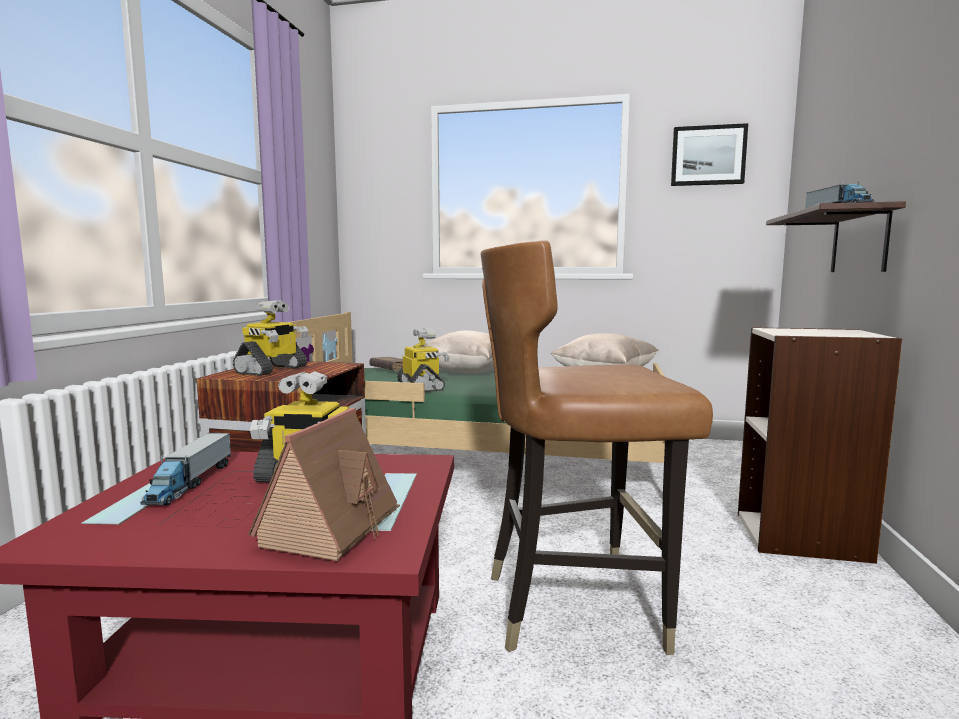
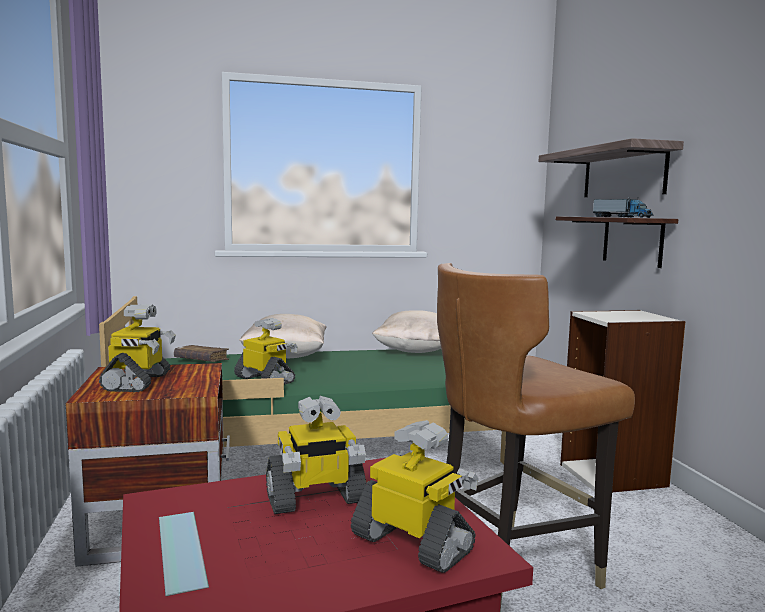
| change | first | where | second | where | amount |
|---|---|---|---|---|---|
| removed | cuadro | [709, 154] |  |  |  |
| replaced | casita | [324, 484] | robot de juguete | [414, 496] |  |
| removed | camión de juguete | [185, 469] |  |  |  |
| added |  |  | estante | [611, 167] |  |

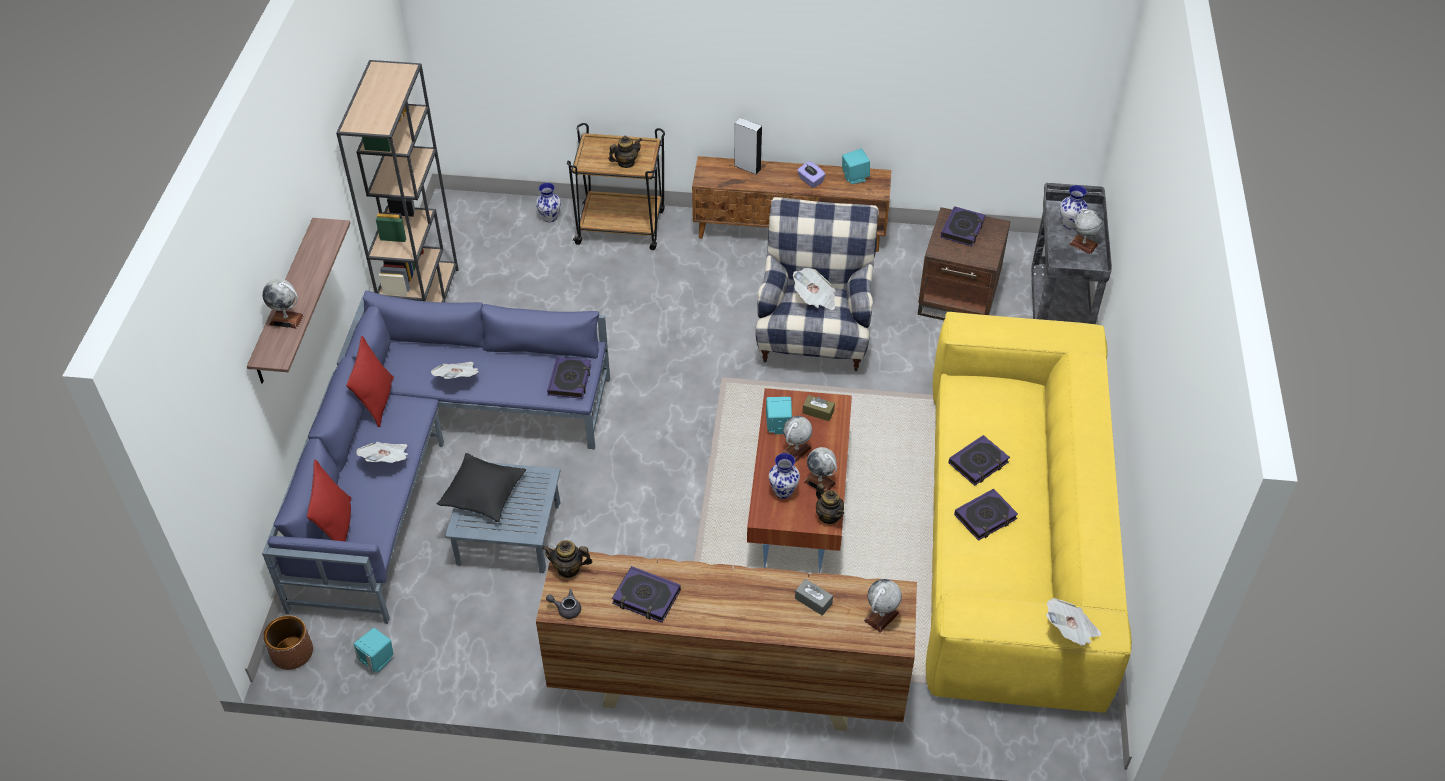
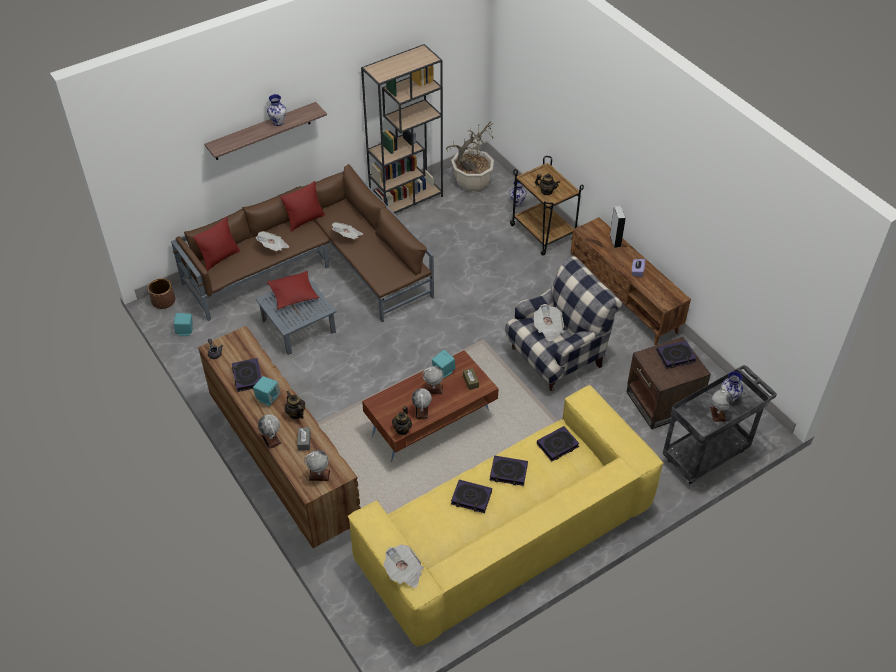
| change | first | where | second | where | amount |
|---|---|---|---|---|---|
| moved | altavoz/turquesa | [856, 166] |  | [267, 391] |  |
| moved | globo terráqueo | [283, 304] |  | [270, 431] |  |
| recoloured | sofá/azul | [436, 457] | sofá/marrón | [302, 259] |  |
| moved | libro | [569, 378] |  | [558, 443] |  |
| recoloured | cojín/negro | [481, 487] | cojín/rojo | [293, 290] |  |
| moved | florero | [784, 476] |  | [276, 110] |  |
| moved | tetera | [567, 559] |  | [295, 405] |  |
| added |  |  | planta en maceta | [471, 156] |  |

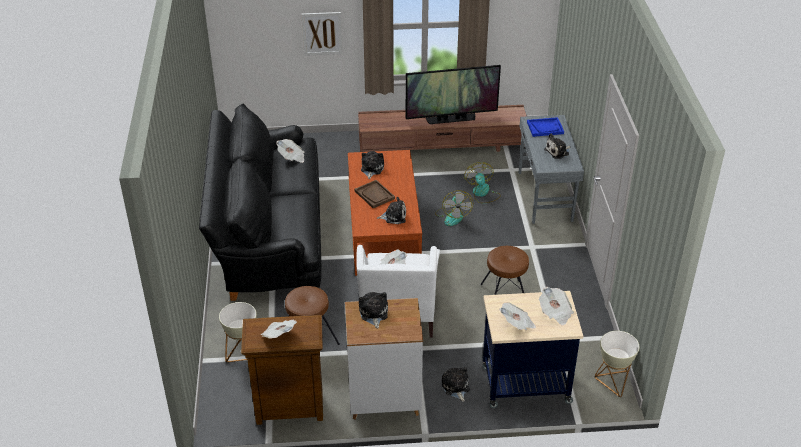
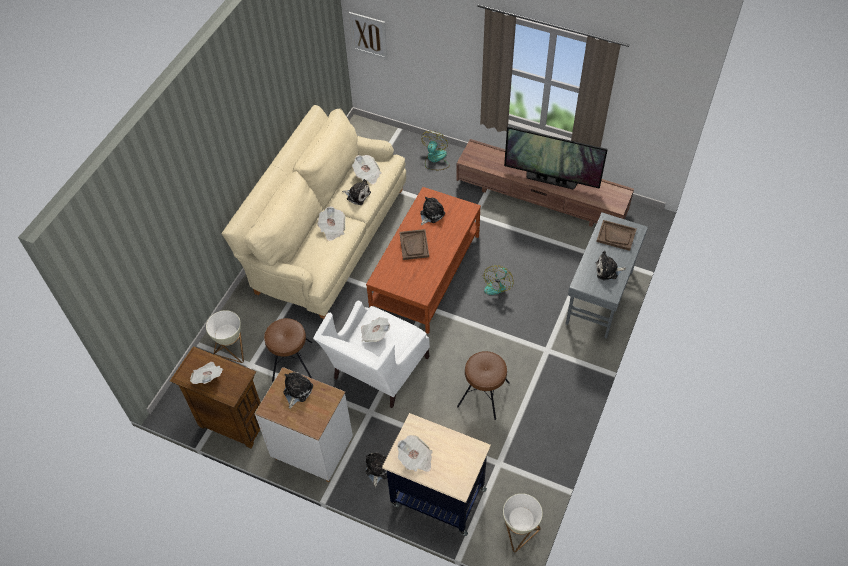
| change | first | where | second | where | amount |
|---|---|---|---|---|---|
| moved | cuadro | [321, 34] |  | [368, 36] |  |
| recoloured | sofá/negro | [260, 202] | sofá/beis | [313, 212] |  |
| recoloured | bandeja/azul | [545, 127] | bandeja/marrón | [616, 235] |  |
| moved | ventilador | [482, 182] |  | [435, 150] |  |
| moved | peluche | [391, 210] |  | [356, 192] |  |
| moved | periódico | [556, 306] |  | [332, 224] |  |

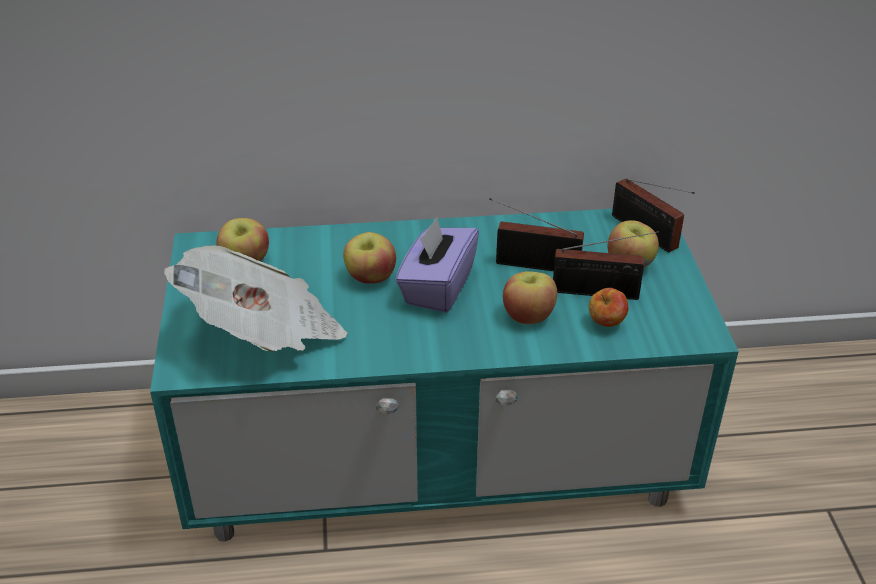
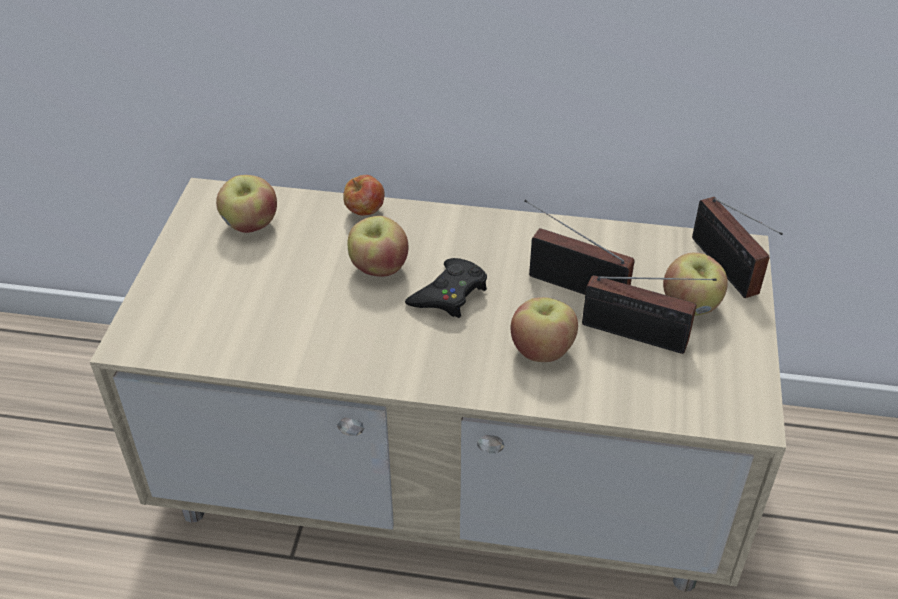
| change | first | where | second | where | amount |
|---|---|---|---|---|---|
| recoloured | mueble de televisión/turquesa | [444, 375] | mueble de televisión/beis | [438, 385] |  |
| replaced | caja de pañuelos/morado | [437, 265] | mando de consola/negro | [446, 288] |  |
| removed | periódico | [256, 298] |  |  |  |
| moved | manzana | [609, 307] |  | [363, 195] |  |

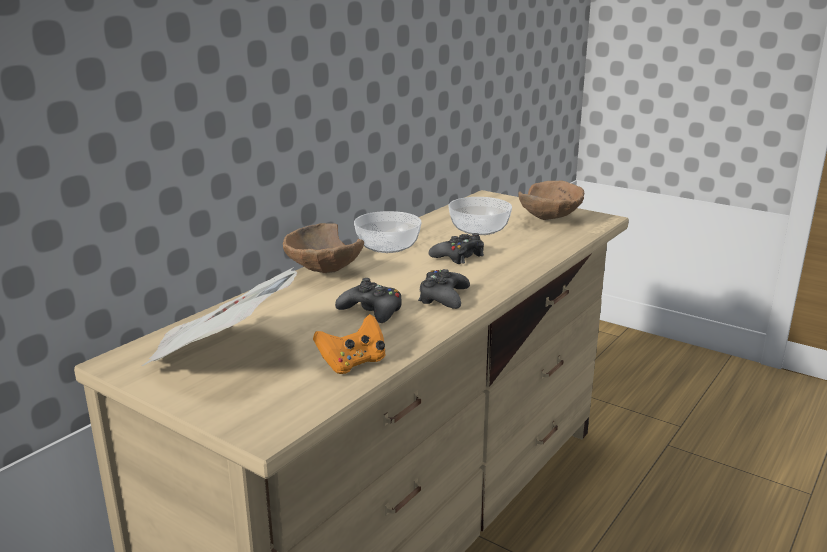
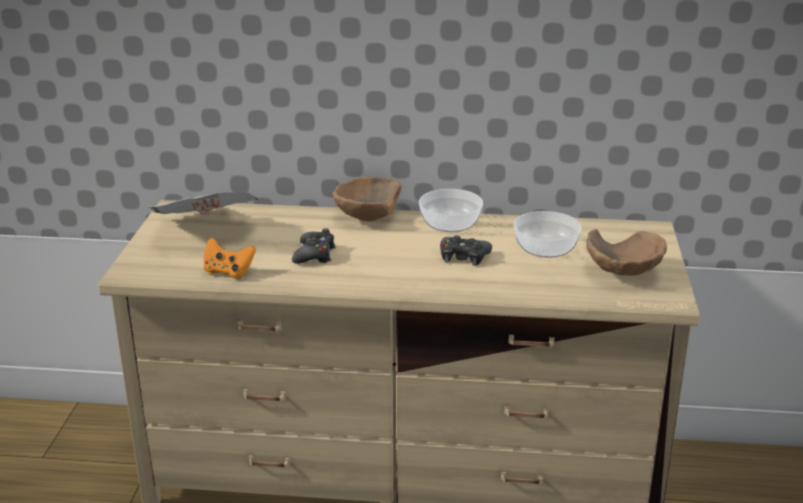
| change | first | where | second | where | amount |
|---|---|---|---|---|---|
| removed | mando de consola/negro | [444, 289] |  |  |  |

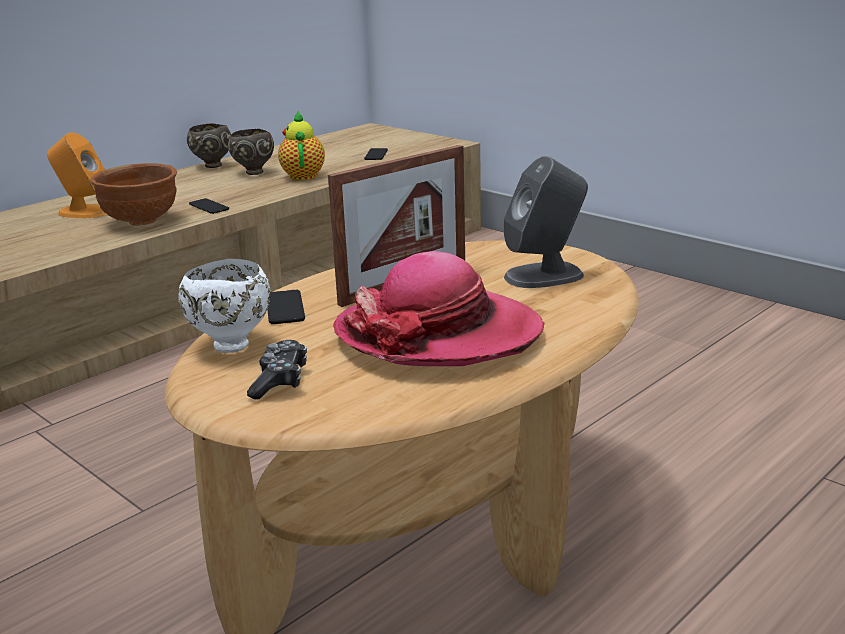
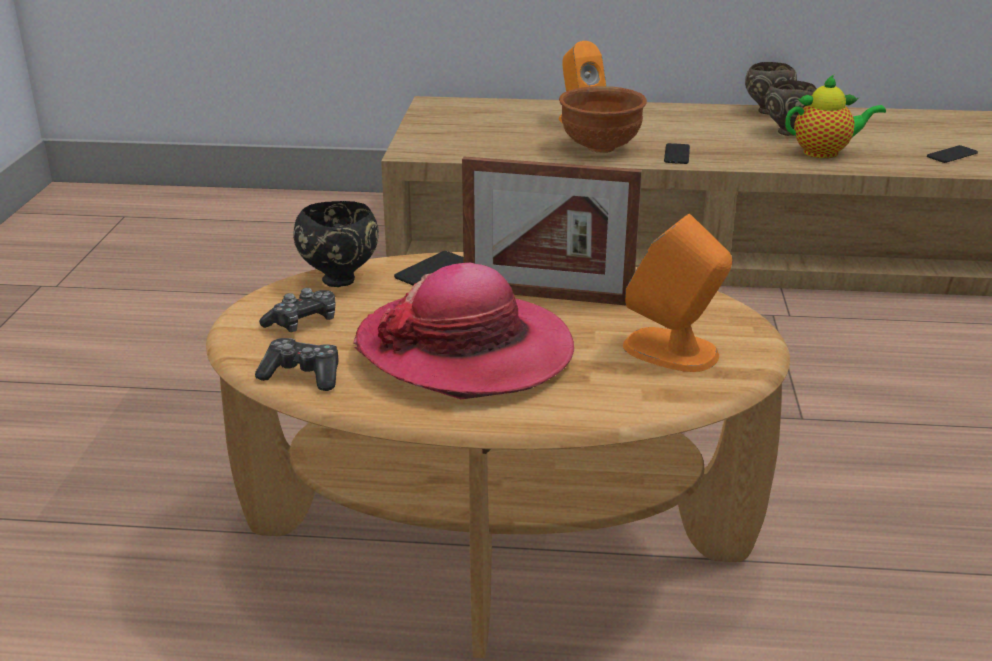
| change | first | where | second | where | amount |
|---|---|---|---|---|---|
| turned | tetera | [301, 146] |  | [835, 116] | 45 degrees clockwise |
| recoloured | altavoz/gris | [546, 222] | altavoz/naranja | [677, 293] |  |
| recoloured | cuenco/blanco | [224, 306] | cuenco/negro | [336, 244] |  |
| added |  |  | mando de consola | [297, 364] |  |

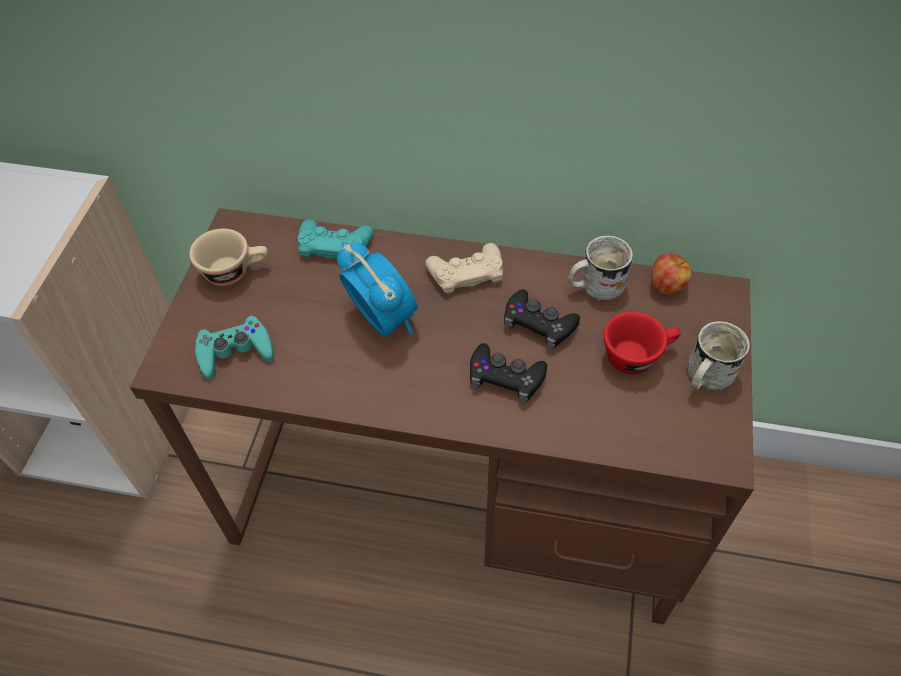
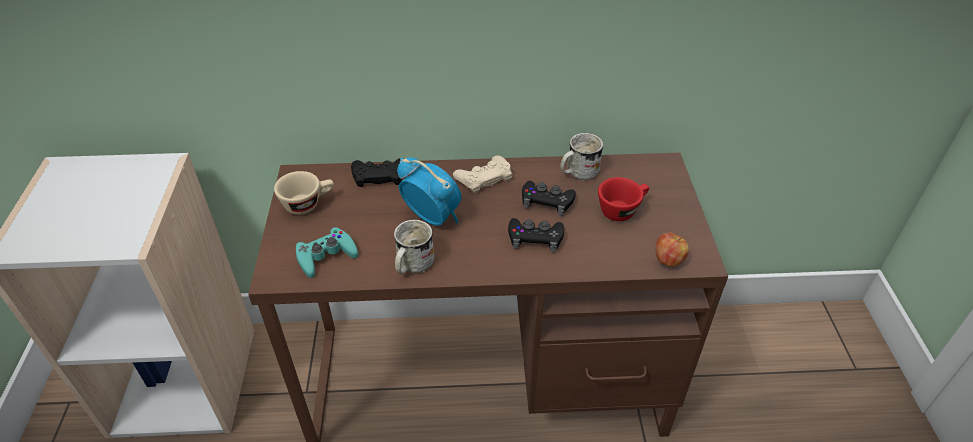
| change | first | where | second | where | amount |
|---|---|---|---|---|---|
| recoloured | mando de consola/turquesa | [335, 239] | mando de consola/negro | [377, 172] |  |
| moved | manzana | [671, 274] |  | [672, 249] |  |
| moved | taza grande/blanco | [719, 356] |  | [414, 246] |  |

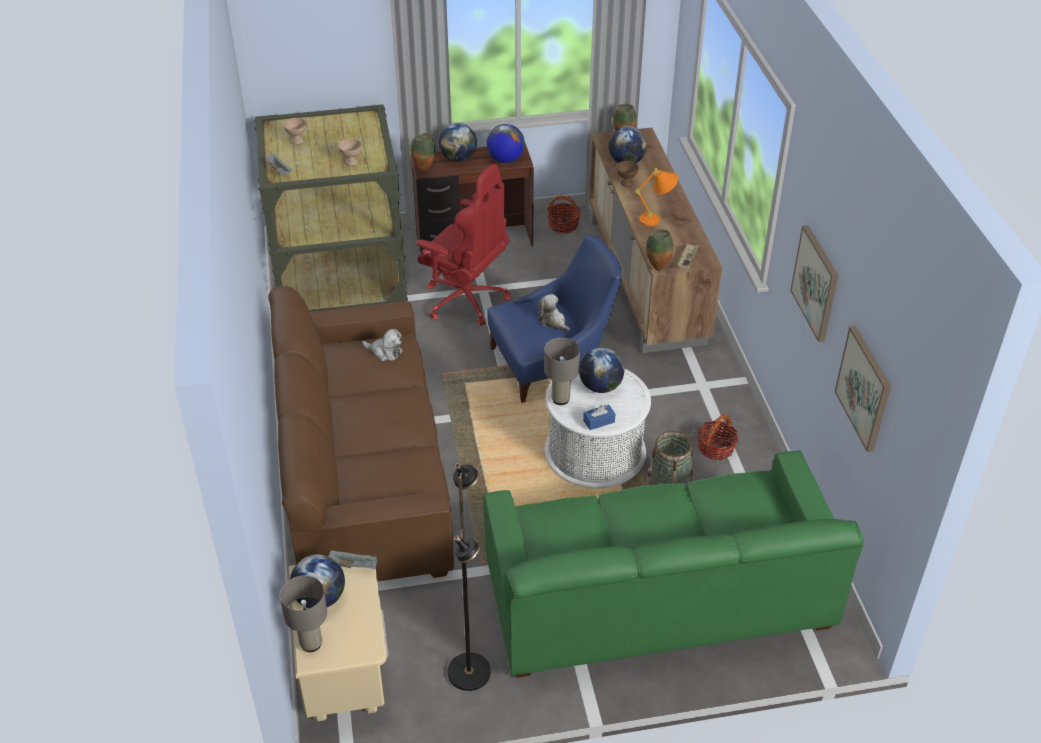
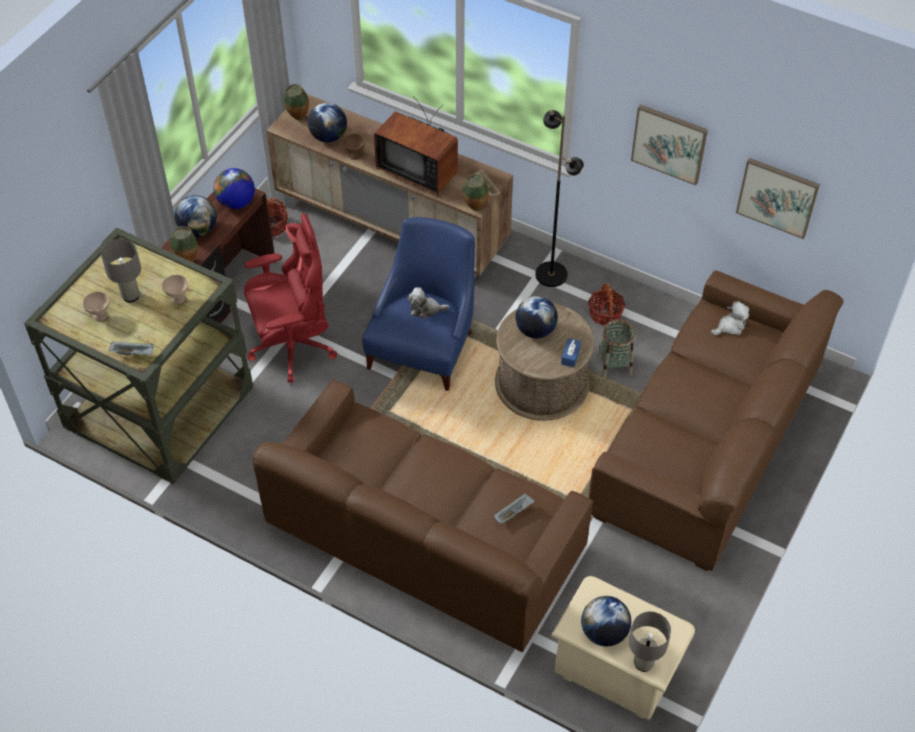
| change | first | where | second | where | amount |
|---|---|---|---|---|---|
| replaced | lámpara de mesa/naranja | [656, 197] | televisor | [416, 145] |  |
| moved | peluche | [382, 345] |  | [730, 318] |  |
| moved | lámpara de mesa/gris | [562, 371] |  | [121, 270] |  |
| recoloured | mesa de centro/blanco | [598, 426] | mesa de centro/marrón | [544, 362] |  |
| recoloured | sofá/verde | [674, 564] | sofá/marrón | [716, 421] |  |
| moved | lámpara de pie/negro | [469, 577] |  | [559, 198] |  |
| moved | bandeja/gris | [353, 559] |  | [514, 508] |  |

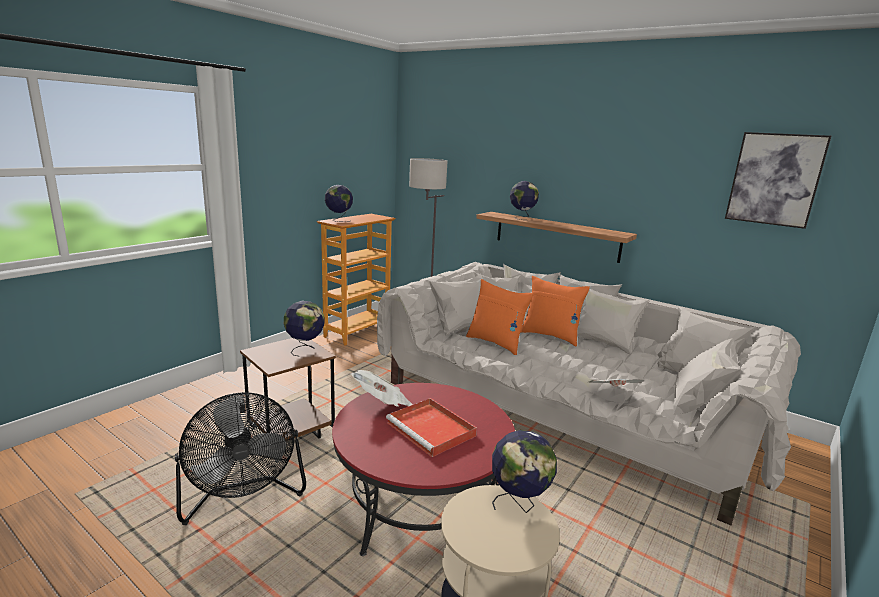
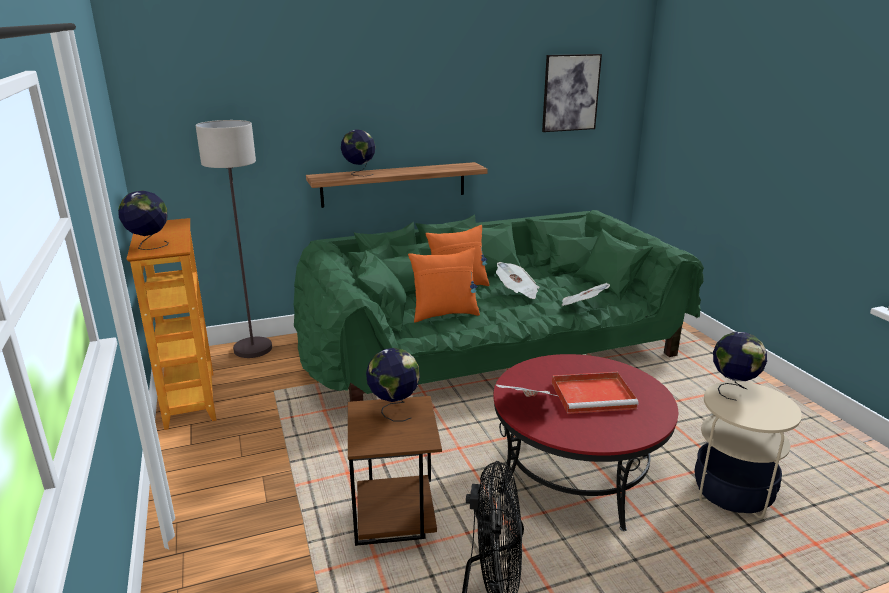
| change | first | where | second | where | amount |
|---|---|---|---|---|---|
| recoloured | sofá/blanco | [589, 394] | sofá/verde | [499, 306] |  |
| added |  |  | periódico | [517, 280] |  |

